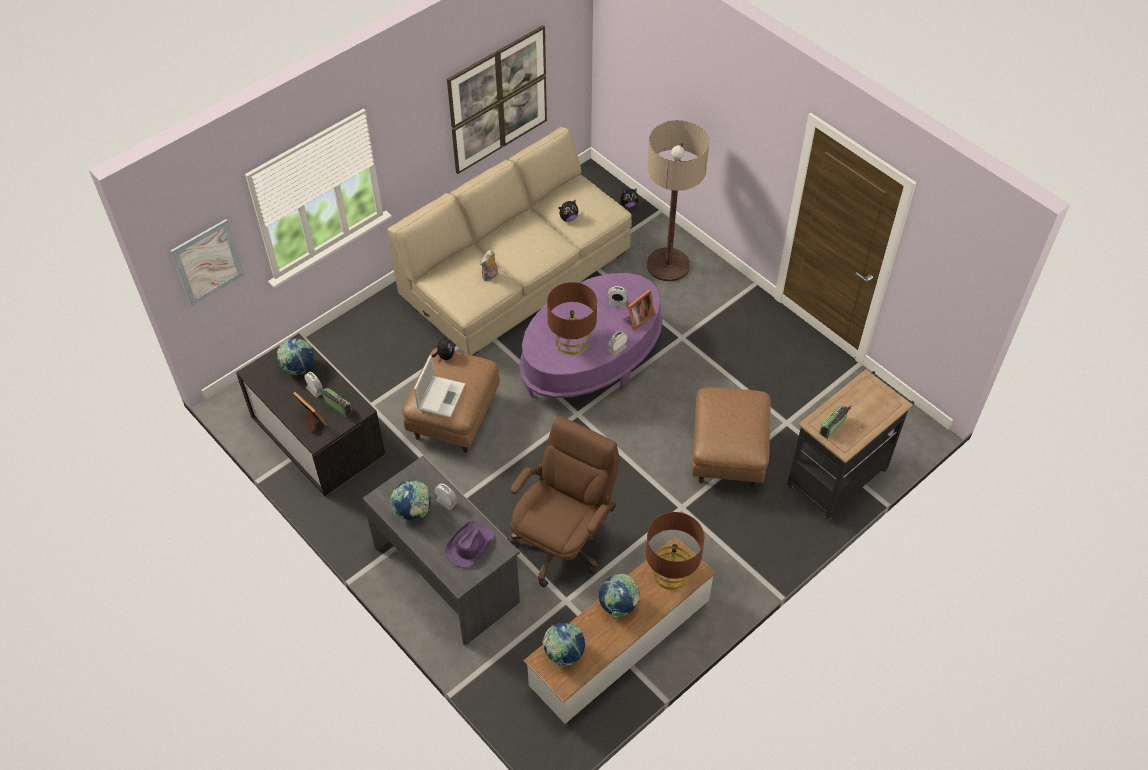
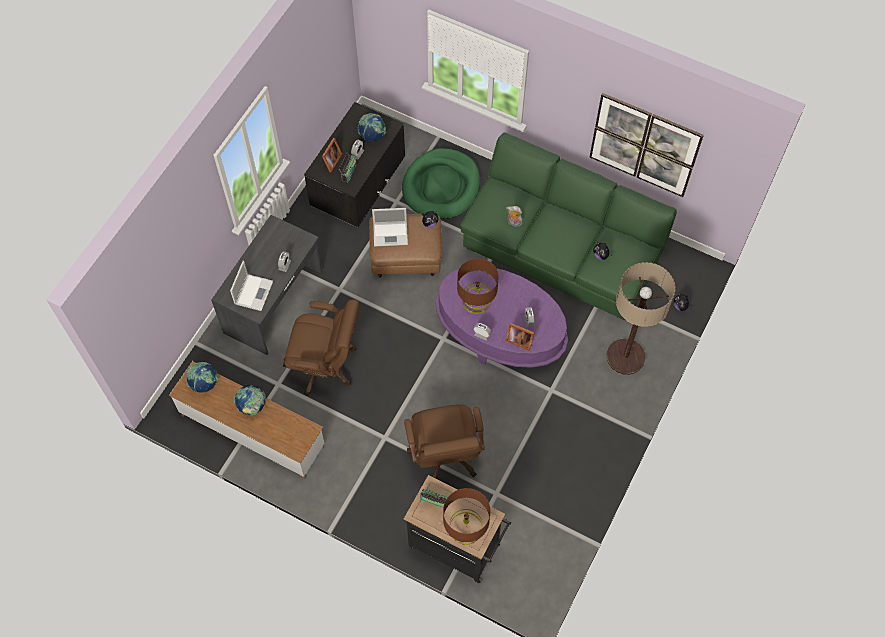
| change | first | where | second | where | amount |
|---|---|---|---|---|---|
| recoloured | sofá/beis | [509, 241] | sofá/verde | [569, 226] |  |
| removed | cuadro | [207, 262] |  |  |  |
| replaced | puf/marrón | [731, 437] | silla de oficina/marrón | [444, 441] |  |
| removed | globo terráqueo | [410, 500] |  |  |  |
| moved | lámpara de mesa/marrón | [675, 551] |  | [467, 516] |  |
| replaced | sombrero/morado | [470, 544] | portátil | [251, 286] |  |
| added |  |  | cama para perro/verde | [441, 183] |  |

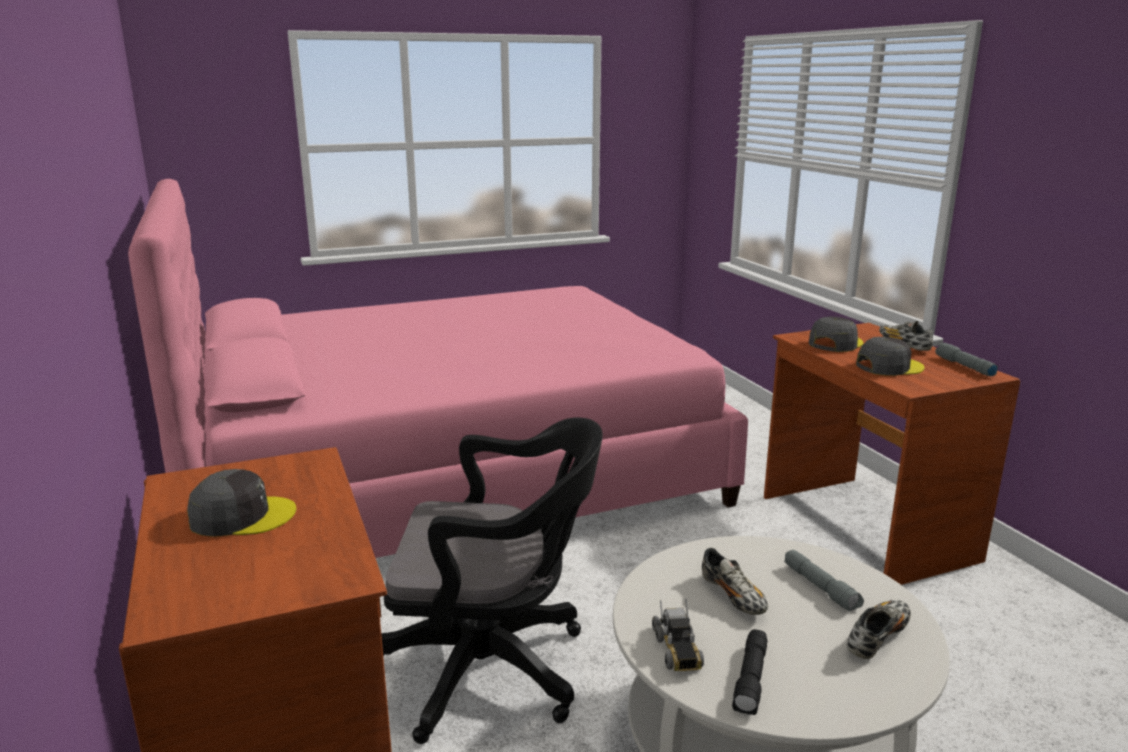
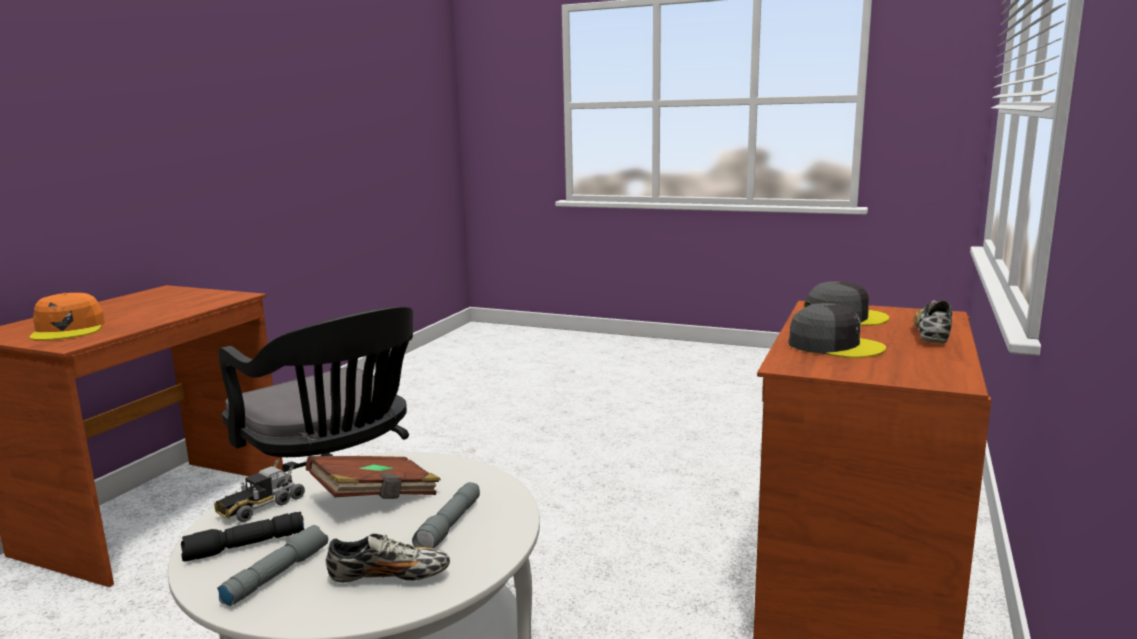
| change | first | where | second | where | amount |
|---|---|---|---|---|---|
| removed | cama/rosa | [438, 368] |  |  |  |
| moved | linterna/gris | [966, 359] |  | [272, 565] |  |
| removed | gorra/gris | [241, 503] |  |  |  |
| replaced | zapato | [735, 581] | libro/marrón | [373, 477] |  |
| added |  |  | gorra/naranja | [67, 316] |  |

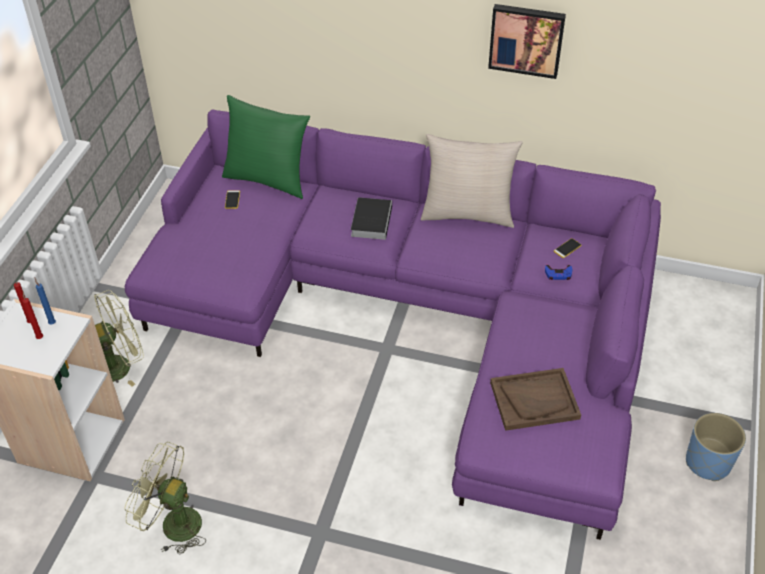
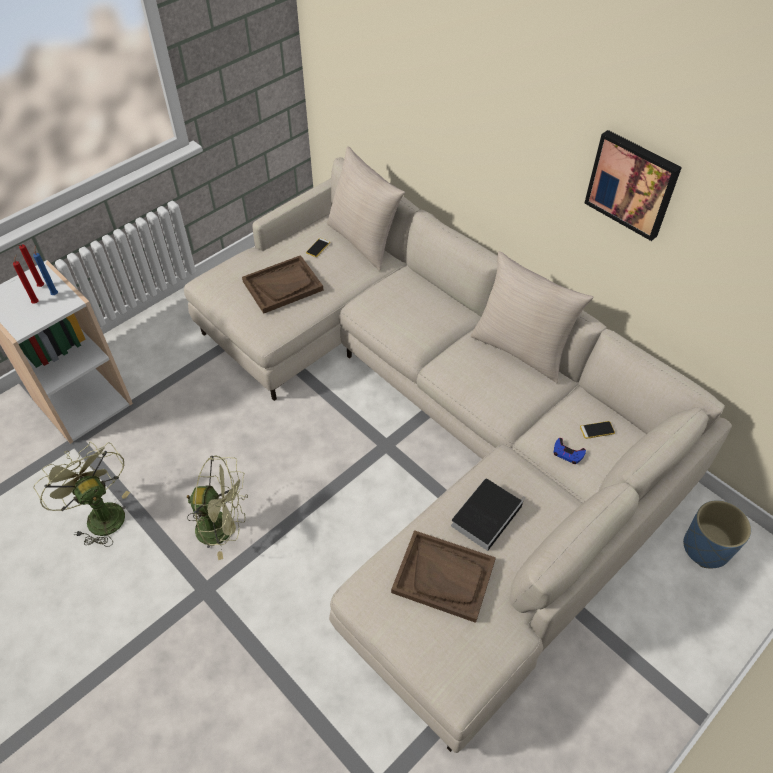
| change | first | where | second | where | amount |
|---|---|---|---|---|---|
| recoloured | cojín/verde | [266, 147] | cojín/beis | [366, 208] |  |
| recoloured | sofá/morado | [393, 324] | sofá/beis | [458, 455] |  |
| moved | libro | [371, 218] |  | [488, 514] |  |
| moved | ventilador/verde | [119, 338] |  | [217, 507] |  |
| moved | maceta/azul | [716, 447] |  | [717, 534] |  |
| added |  |  | bandeja/marrón | [282, 284] |  |

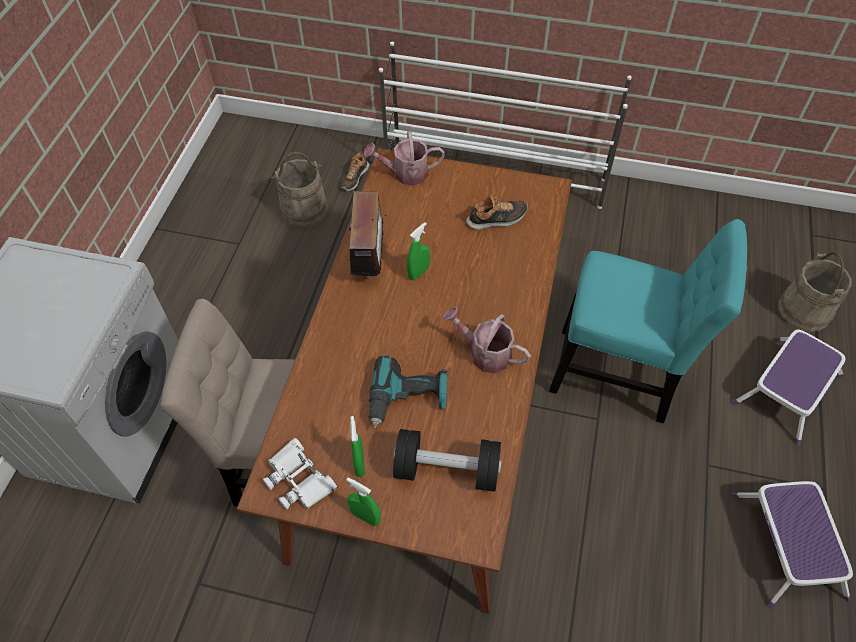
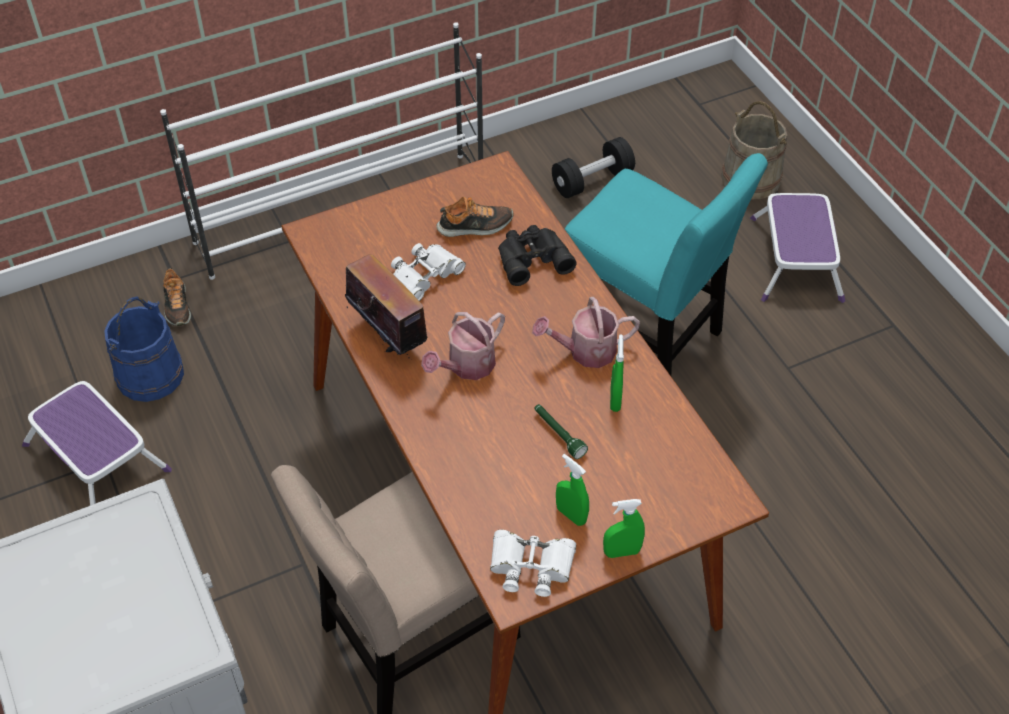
| change | first | where | second | where | amount |
|---|---|---|---|---|---|
| moved | regadera | [404, 158] |  | [463, 346] |  |
| recoloured | cubo/beis | [299, 189] | cubo/azul | [144, 349] |  |
| turned | zapato | [497, 213] |  | [474, 217] | 45 degrees clockwise |
| turned | silla/turquesa | [648, 321] |  | [666, 264] | 60 degrees clockwise |
| moved | pulverizador/verde | [418, 251] |  | [617, 373] |  |
| replaced | taladro | [407, 392] | linterna/verde | [561, 431] |  |
| moved | mancuerna/negro | [447, 460] |  | [593, 167] |  |
| moved | escalera de tijera/morado | [792, 545] |  | [97, 443] |  |
| added |  |  | prismáticos/negro | [537, 255] |  |
| added |  |  | prismáticos/blanco | [428, 272] |  |

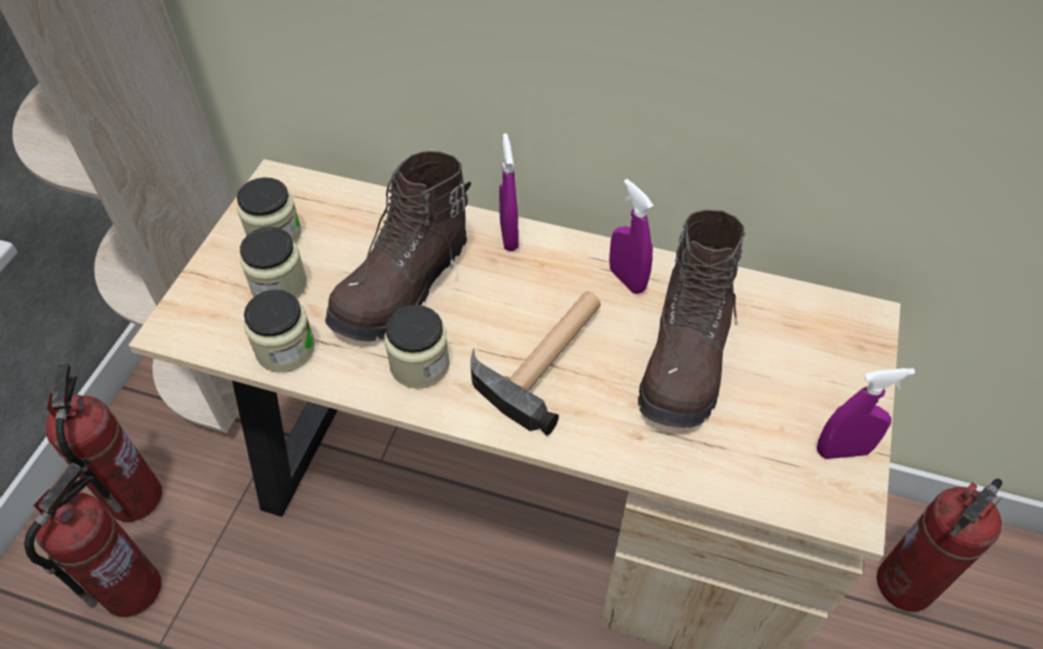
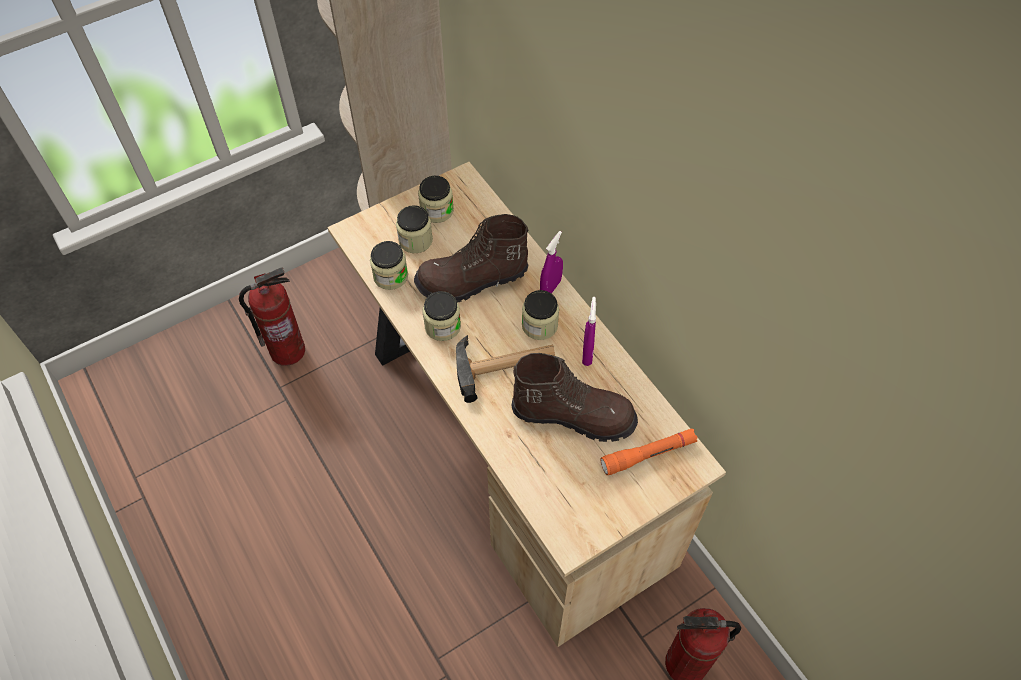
| change | first | where | second | where | amount |
|---|---|---|---|---|---|
| turned | bota/marrón | [691, 319] |  | [574, 397] | 135 degrees counterclockwise |
| removed | extintor | [103, 442] |  |  |  |
| removed | pulverizador/morado | [866, 413] |  |  |  |
| added |  |  | tarro | [540, 315] |  |
| added |  |  | linterna/naranja | [649, 451] |  |

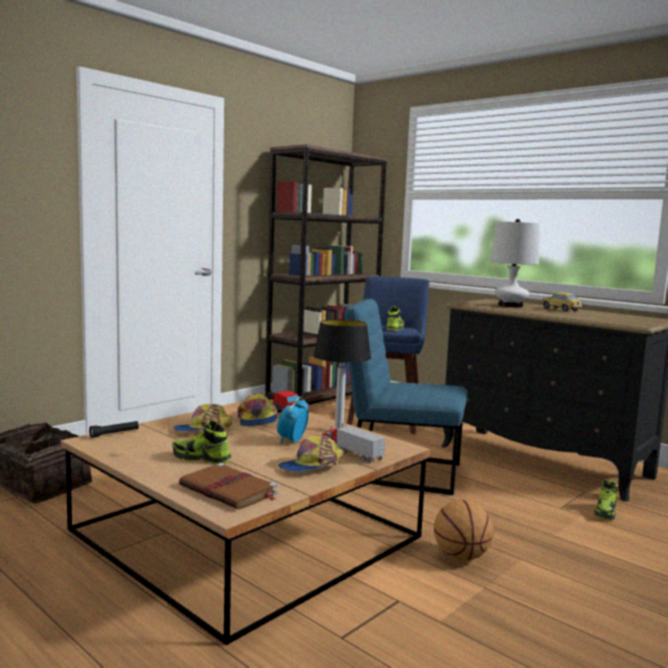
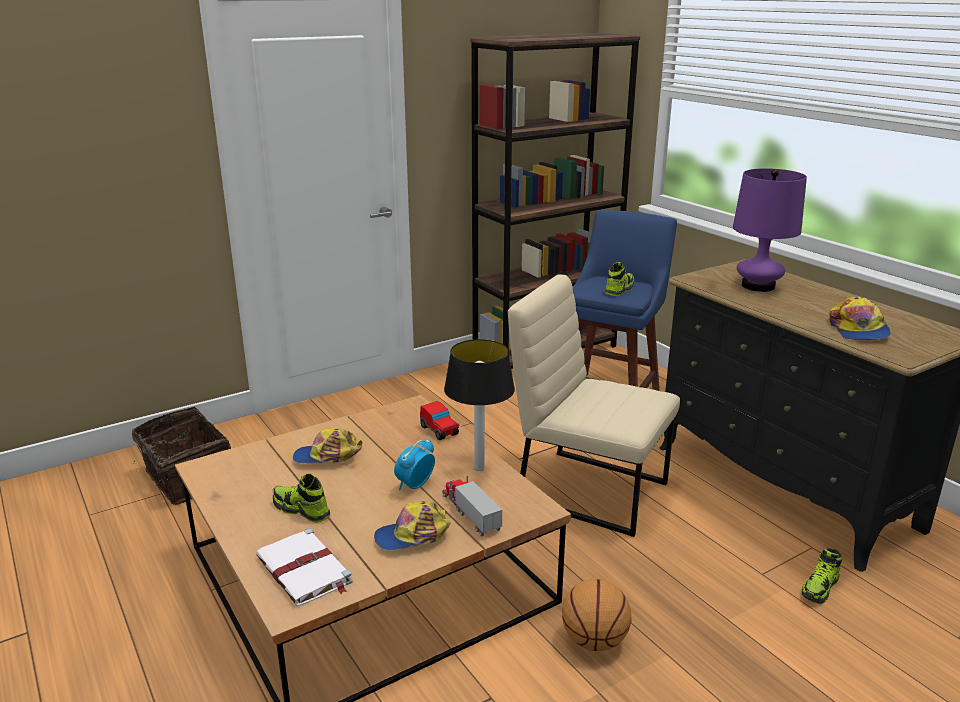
| change | first | where | second | where | amount |
|---|---|---|---|---|---|
| recoloured | lámpara de mesa/blanco | [515, 263] | lámpara de mesa/morado | [770, 230] |  |
| removed | coche de juguete | [562, 302] |  |  |  |
| recoloured | silla/azul | [406, 397] | silla/beis | [594, 405] |  |
| moved | gorra | [257, 409] |  | [860, 318] |  |
| removed | linterna/negro | [114, 429] |  |  |  |
| recoloured | libro/marrón | [228, 486] | libro/blanco | [304, 567] |  |

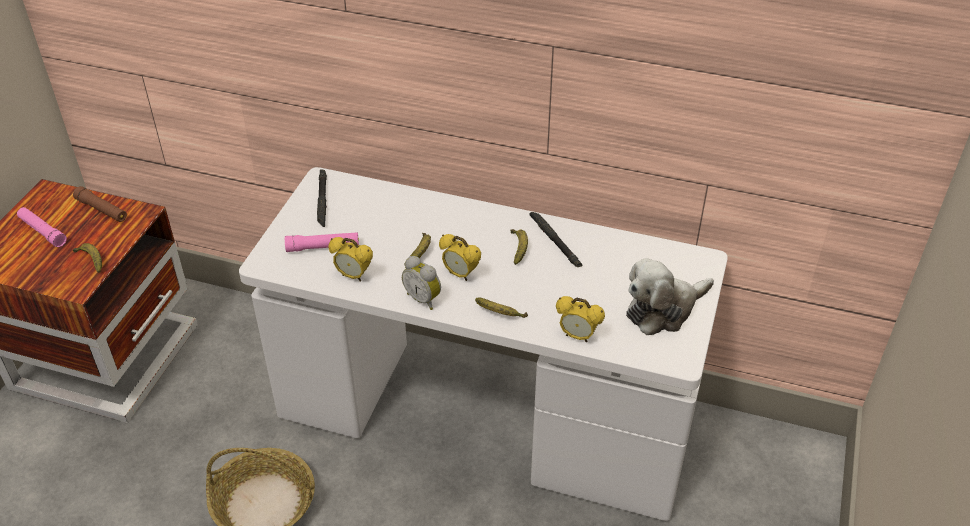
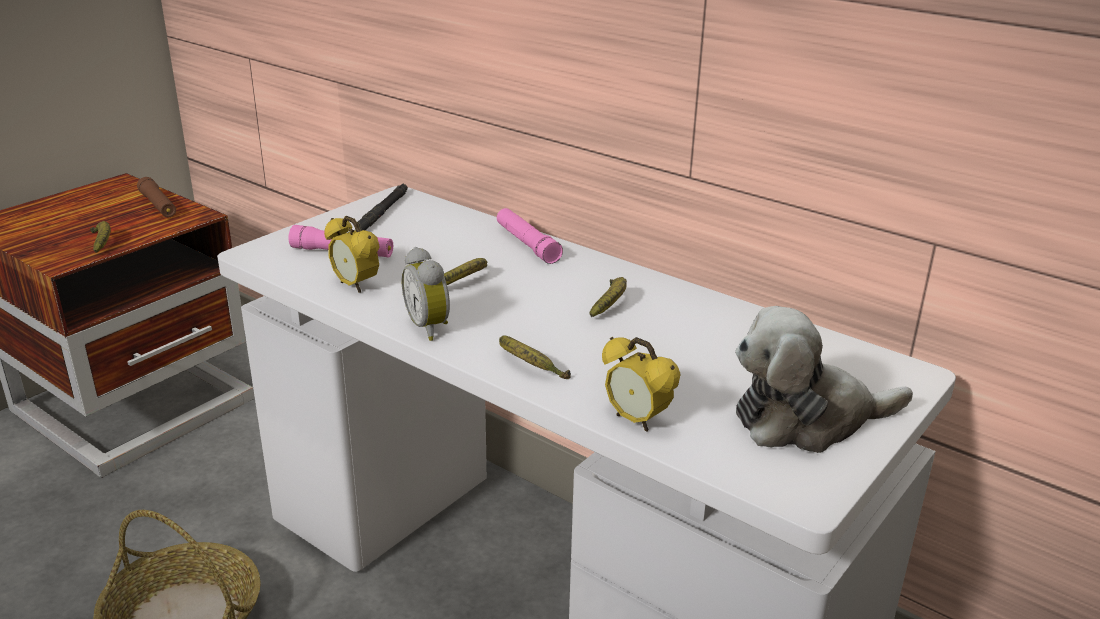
| change | first | where | second | where | amount |
|---|---|---|---|---|---|
| moved | linterna/rosa | [42, 227] |  | [530, 236] |  |
| removed | linterna/negro | [555, 239] |  |  |  |
| removed | despertador | [460, 257] |  |  |  |

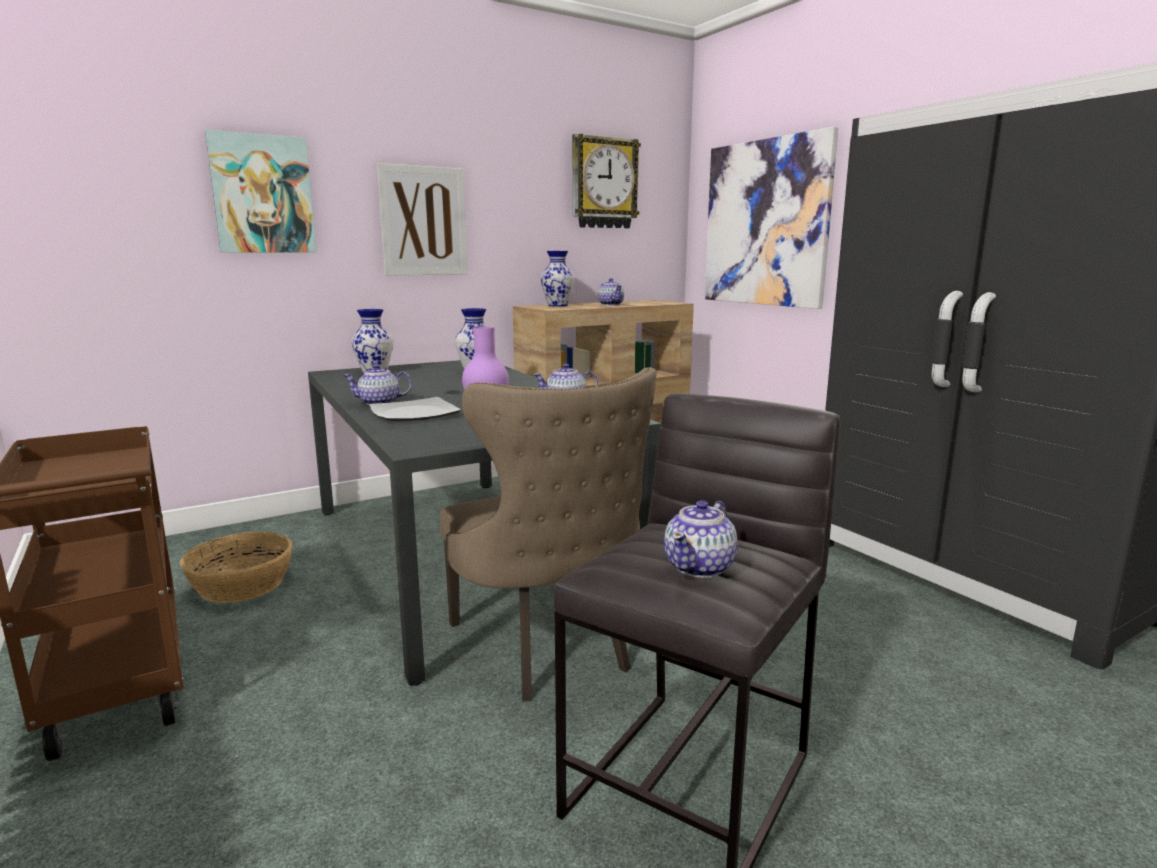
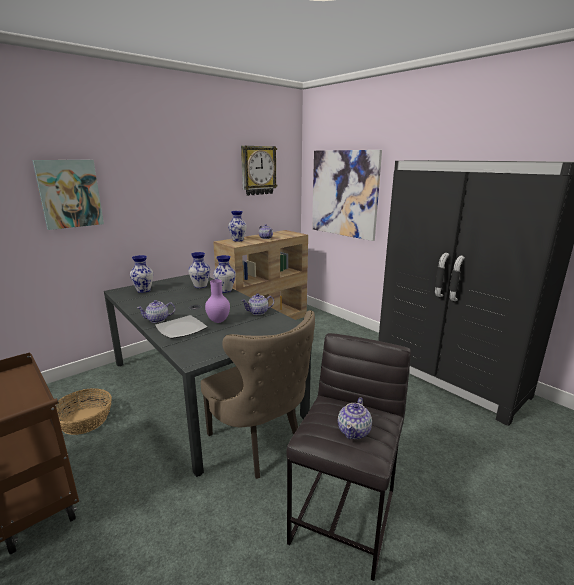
| change | first | where | second | where | amount |
|---|---|---|---|---|---|
| removed | cuadro | [422, 219] |  |  |  |
| added |  |  | florero | [224, 274] |  |

